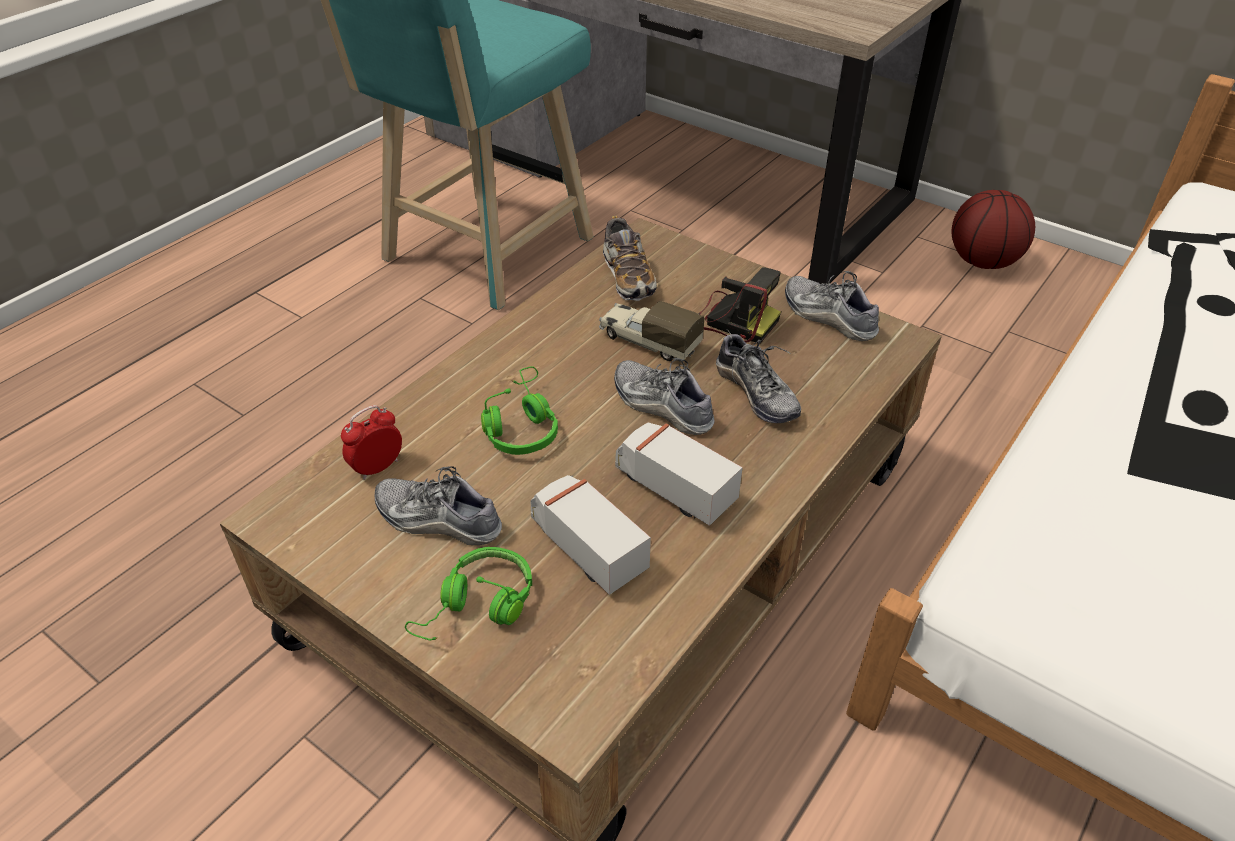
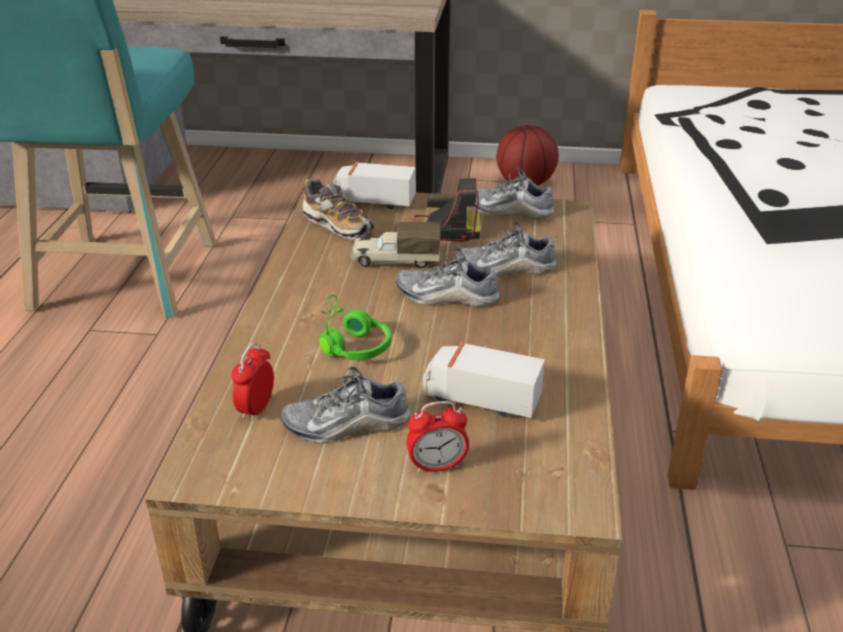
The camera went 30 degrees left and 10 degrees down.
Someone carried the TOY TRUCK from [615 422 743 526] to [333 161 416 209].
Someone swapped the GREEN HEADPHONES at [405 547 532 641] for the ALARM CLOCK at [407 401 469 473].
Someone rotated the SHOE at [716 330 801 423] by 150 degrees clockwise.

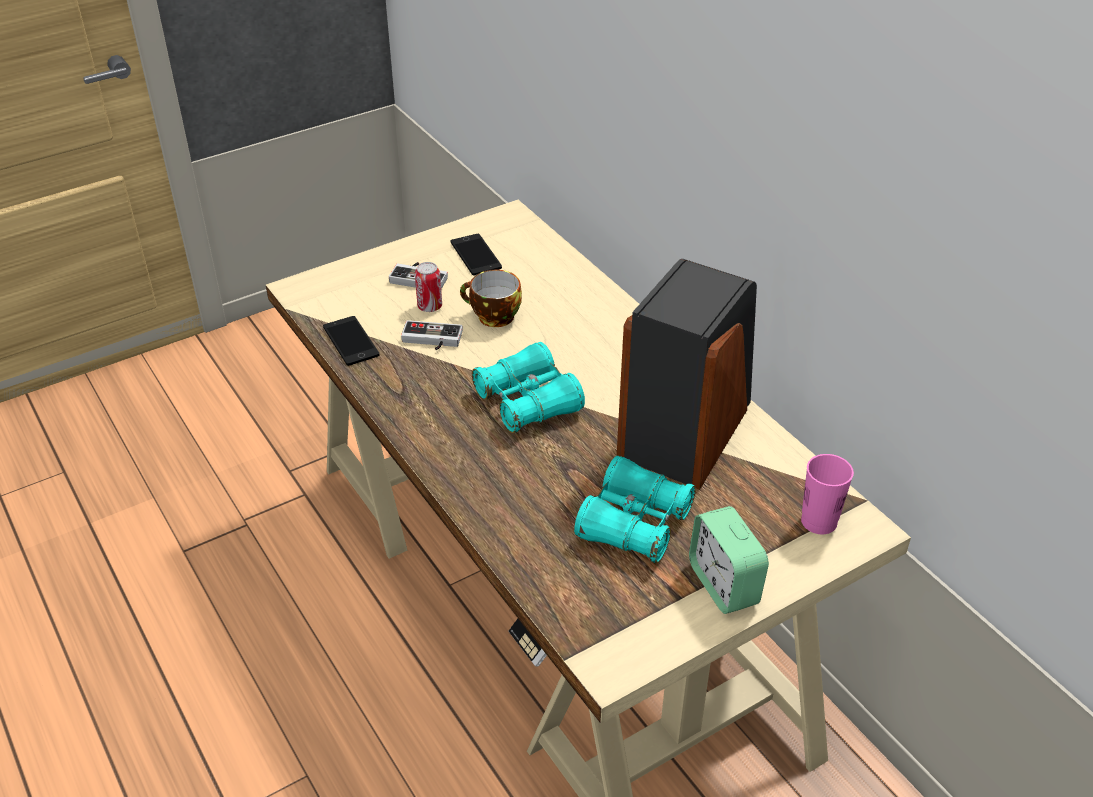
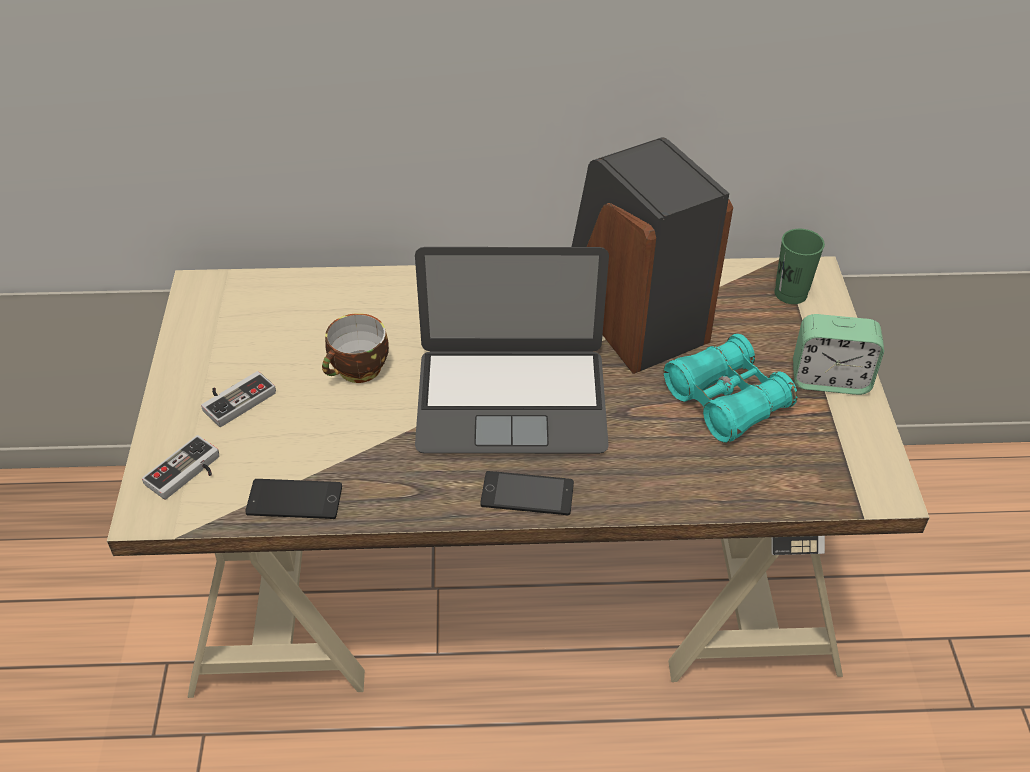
The camera went 60 degrees left and 5 degrees up.
Someone took away the CAN at [415 262 442 312].
Someone carried the GAME CONTROLLER from [401 320 463 350] to [142 435 219 500].
Someone carried the PHONE from [450 234 502 276] to [481 471 574 515].
Someone swapped the TURQUOISE BINOCULARS at [472 342 585 433] for the LAPTOP at [415 247 609 454].
Someone repainted the PINK CUP at [801 454 854 534], which became the GREEN CUP at [774 229 825 304].

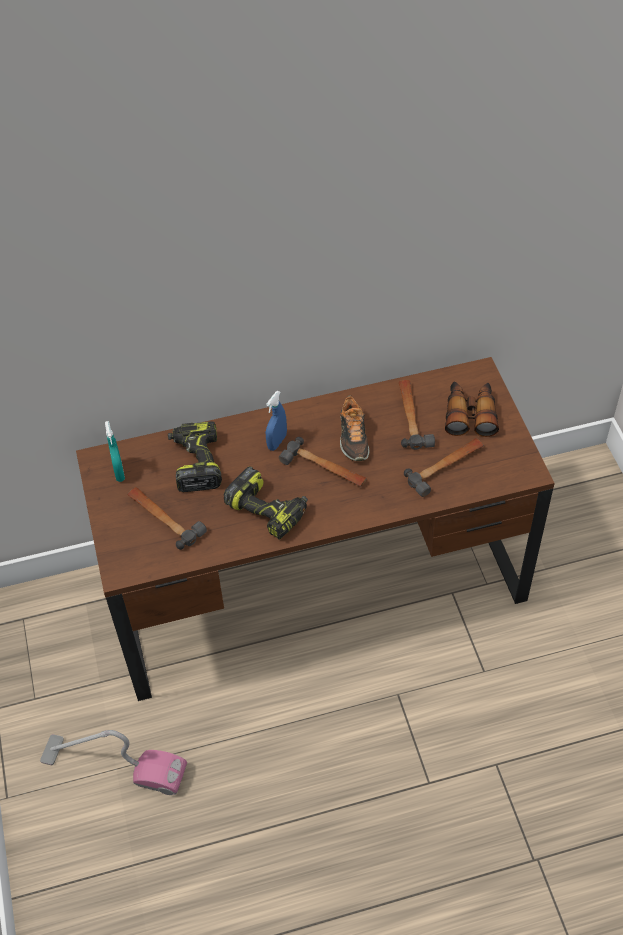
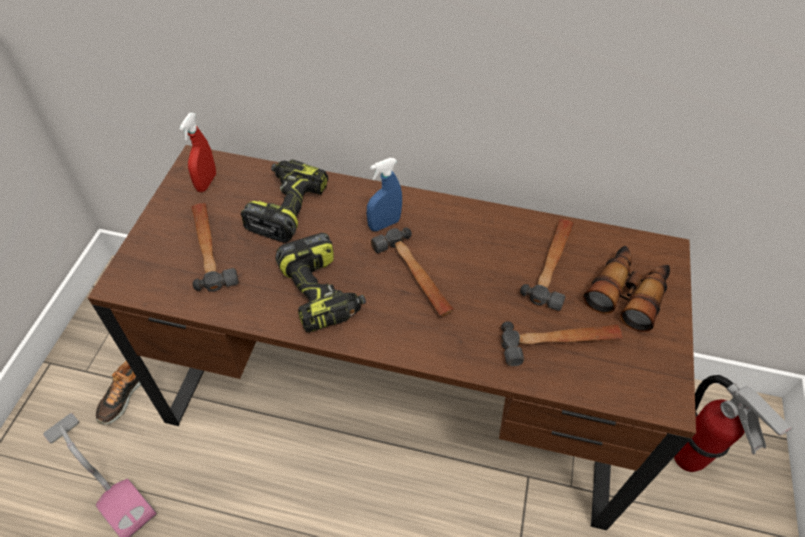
The camera went 25 degrees right and 0 degrees up.
Someone put down the FIRE EXTINGUISHER at [674 375 793 472].
Someone carried the SHOE from [340 395 369 461] to [96 361 149 424].
Someone repainted the TURQUOISE SPRAY BOTTLE at [105 421 125 482], which became the RED SPRAY BOTTLE at [179 113 216 192].

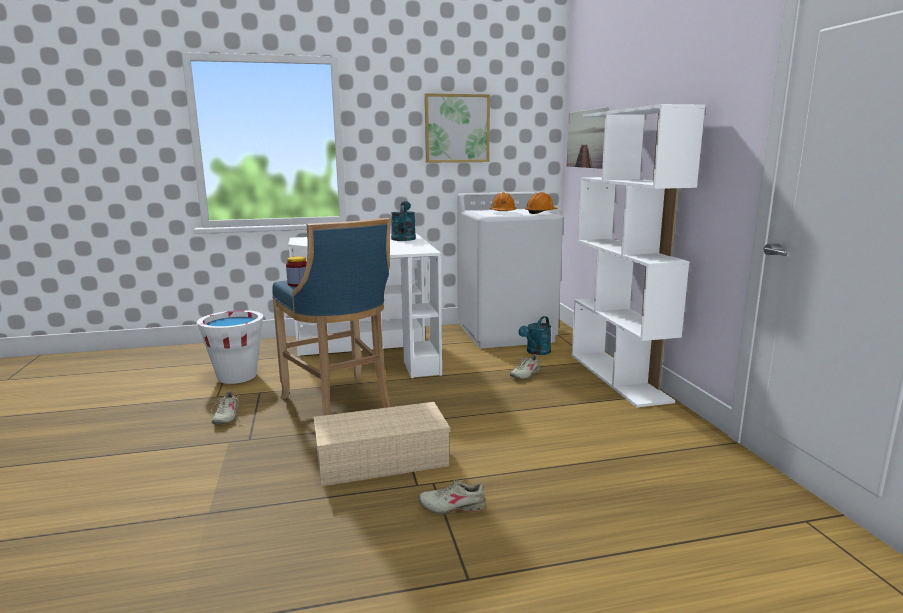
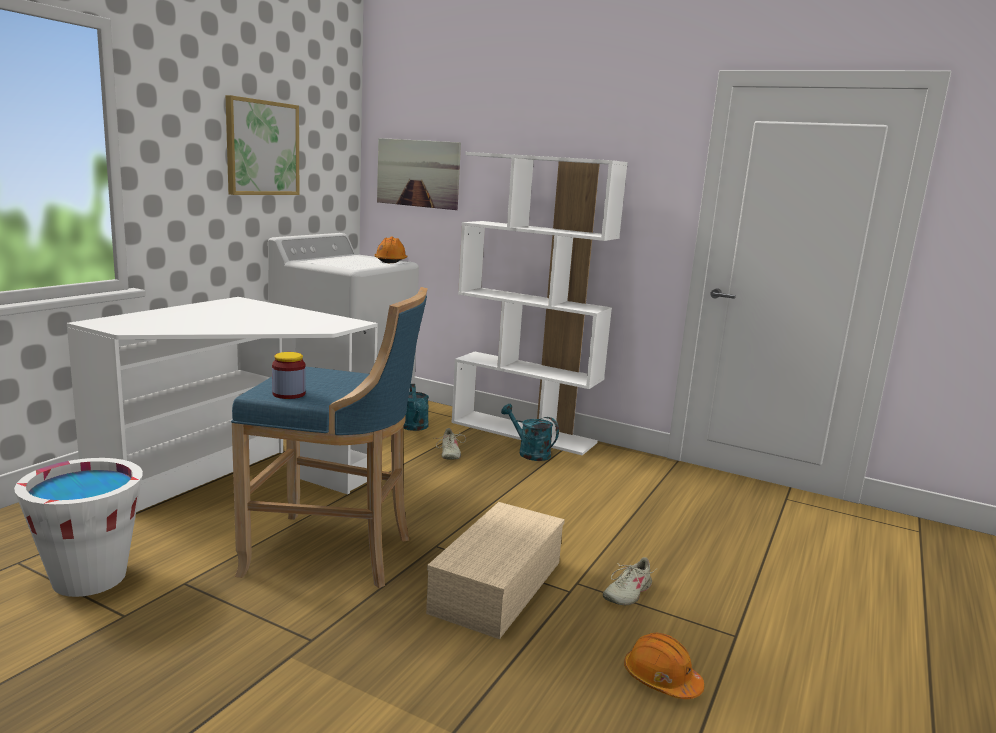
The camera went 50 degrees left and 0 degrees up.
Someone took away the BEIGE SHOE at [211 390 240 425].
Someone carried the TURQUOISE WATERING CAN from [391 201 416 241] to [501 404 559 461].
Someone carried the ORANGE HARD HAT from [490 192 516 211] to [624 633 704 699].

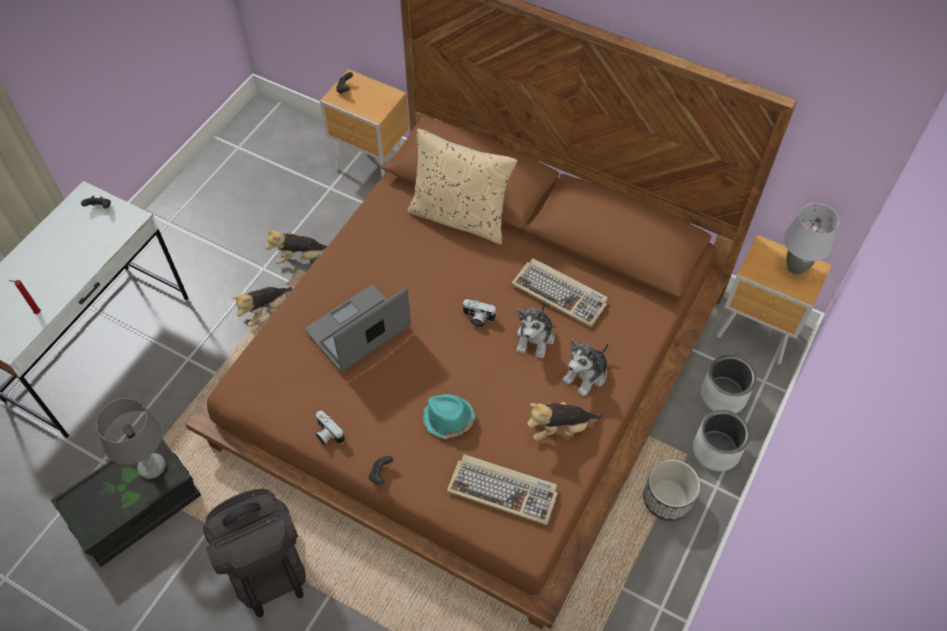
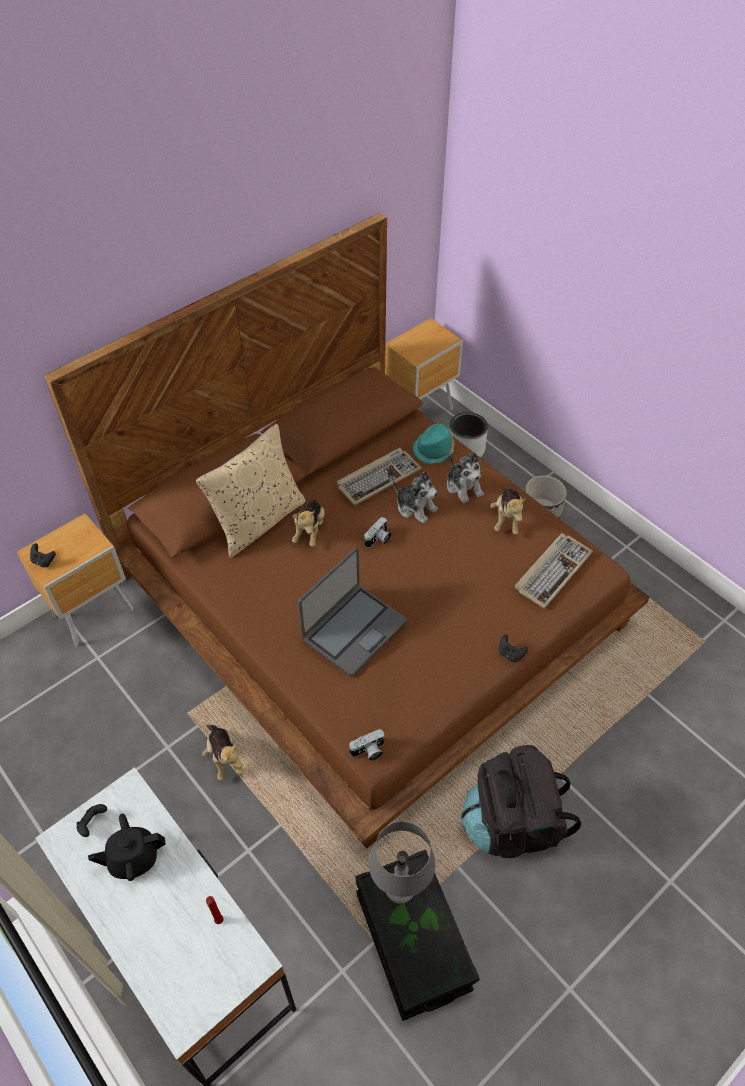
The camera went 70 degrees left and 5 degrees down.
Someone took away the GREY PLANTER at [693 410 750 471].
Someone took away the GREY TABLE LAMP at [784 203 839 275].
Someone put down the BLACK TEAPOT at [88 814 166 881].
Someone carried the PLUSH TOY from [265 230 327 264] to [292 500 325 547].
Someone carried the PHOTO CAMERA from [315 411 345 445] to [348 729 385 761].
Someone carried the TURQUOISE HAT from [423 394 475 439] to [413 424 455 464].
Someone rotated the LAPTOP at [305 285 411 372] by 120 degrees counterclockwise.

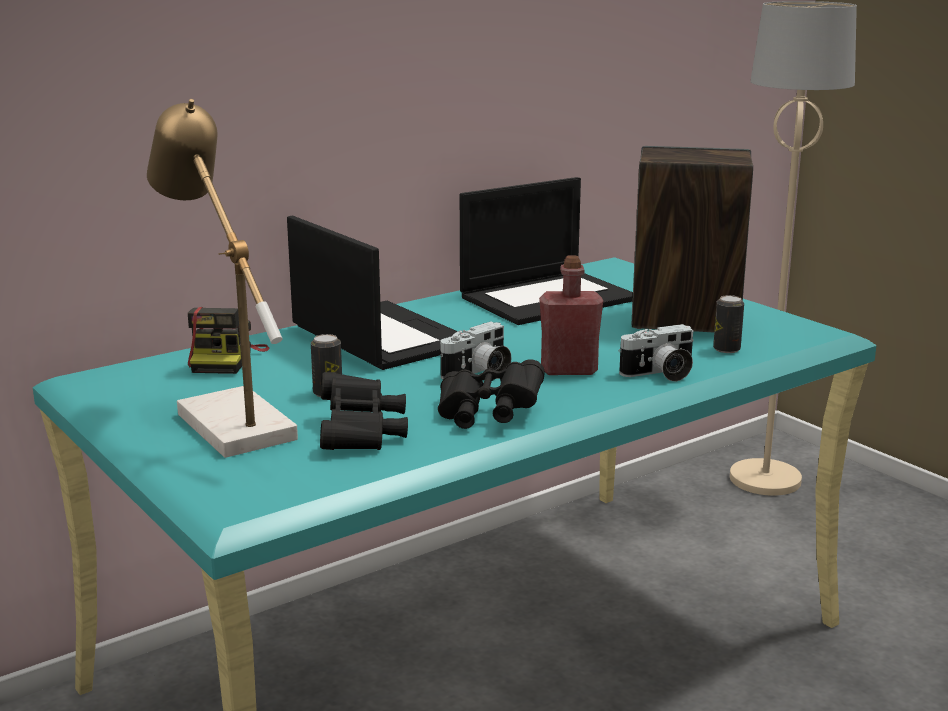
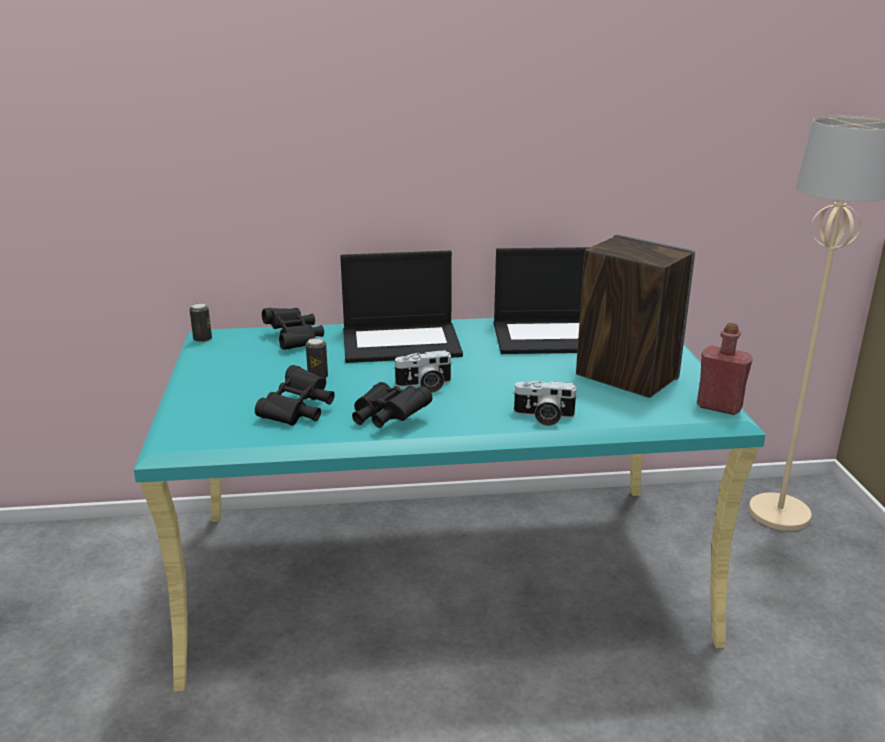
The camera went 30 degrees right and 5 degrees up.
Someone took away the TABLE LAMP at [147 99 298 458].
Someone carried the RED BOTTLE from [539 255 603 375] to [697 323 753 415].
Someone carried the CAN from [713 295 744 353] to [189 303 212 342].
Someone swapped the PHOTO CAMERA at [188 307 269 374] for the BLACK BINOCULARS at [262 308 324 350].
Someone rotated the LAPTOP at [287 216 458 370] by 90 degrees clockwise.

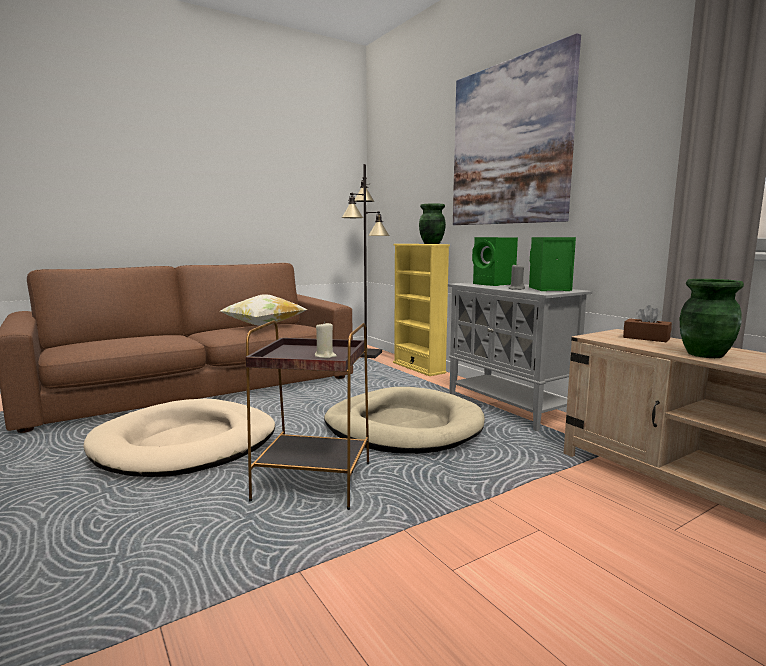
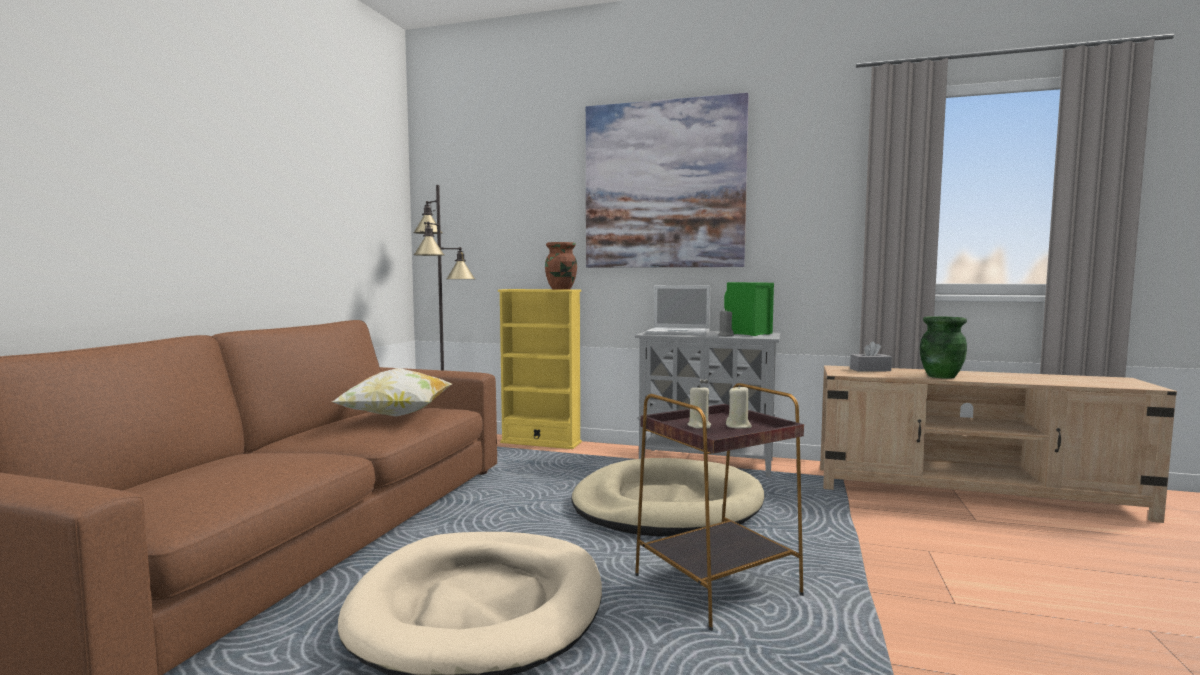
The camera went 40 degrees left and 5 degrees down.
Someone put down the BEIGE CANDLE at [687 386 711 429].
Someone swapped the GREEN SPEAKER at [472 237 518 286] for the LAPTOP at [646 285 710 335].
Someone repainted the GREEN VASE at [419 204 446 244], which became the BROWN VASE at [545 242 577 290].
Someone repainted the BROWN TISSUE BOX at [623 305 672 342], which became the GREY TISSUE BOX at [850 341 892 372].

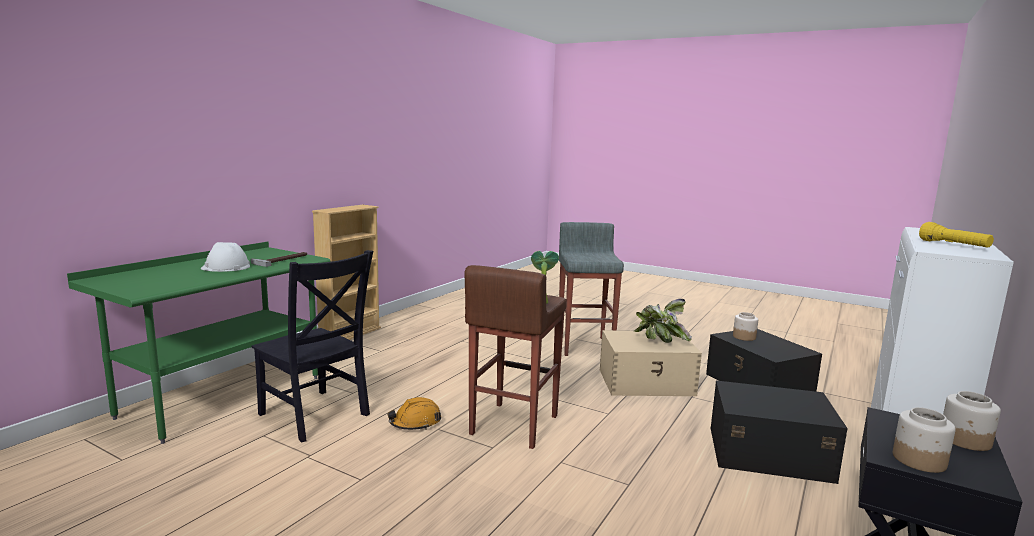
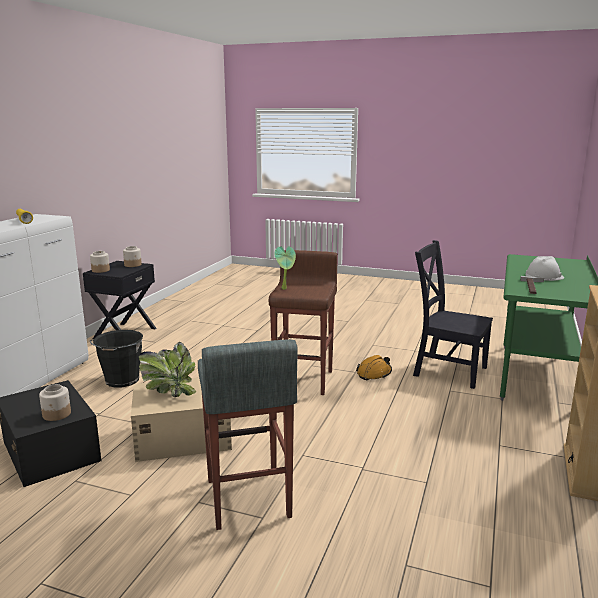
The camera went 170 degrees right and 5 degrees up.
Someone swapped the BLACK STORAGE BOX at [711 381 848 484] for the BLACK BUCKET at [90 330 143 388].

